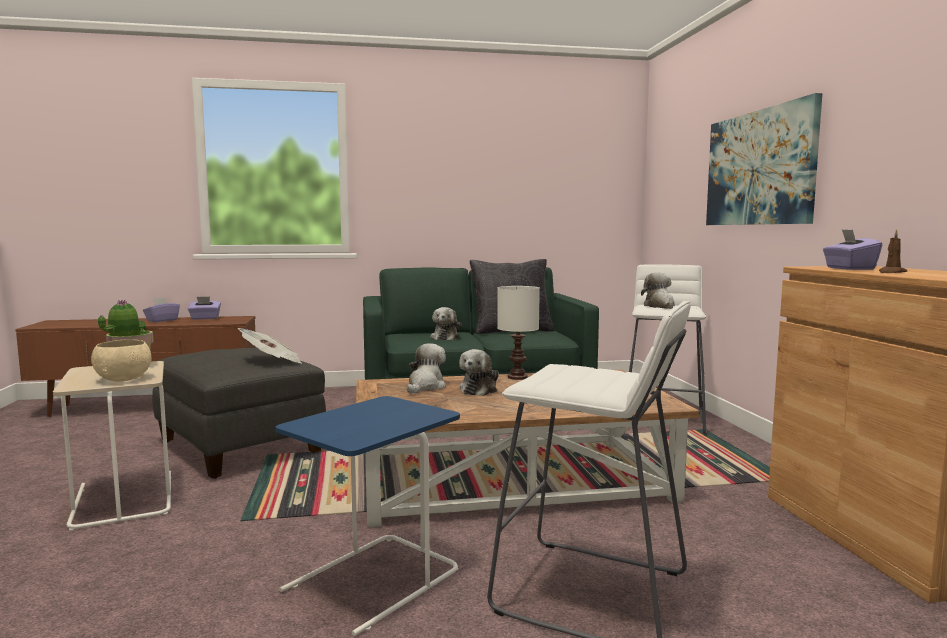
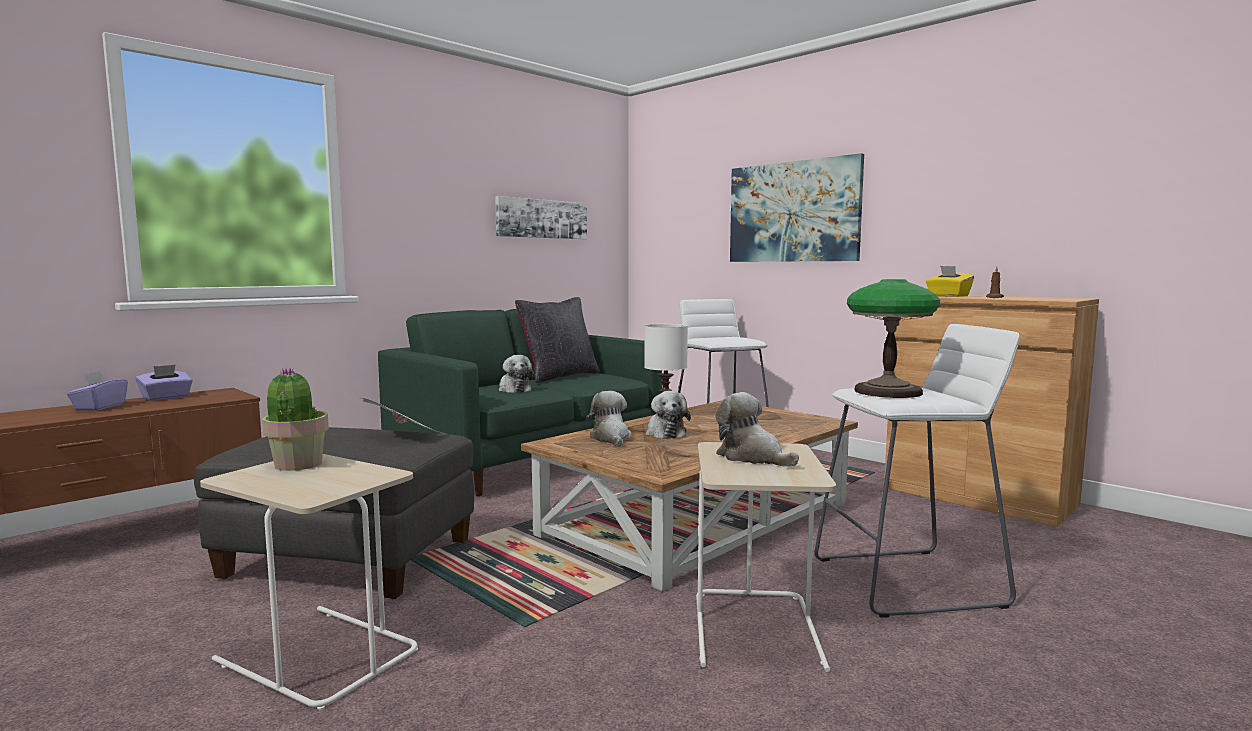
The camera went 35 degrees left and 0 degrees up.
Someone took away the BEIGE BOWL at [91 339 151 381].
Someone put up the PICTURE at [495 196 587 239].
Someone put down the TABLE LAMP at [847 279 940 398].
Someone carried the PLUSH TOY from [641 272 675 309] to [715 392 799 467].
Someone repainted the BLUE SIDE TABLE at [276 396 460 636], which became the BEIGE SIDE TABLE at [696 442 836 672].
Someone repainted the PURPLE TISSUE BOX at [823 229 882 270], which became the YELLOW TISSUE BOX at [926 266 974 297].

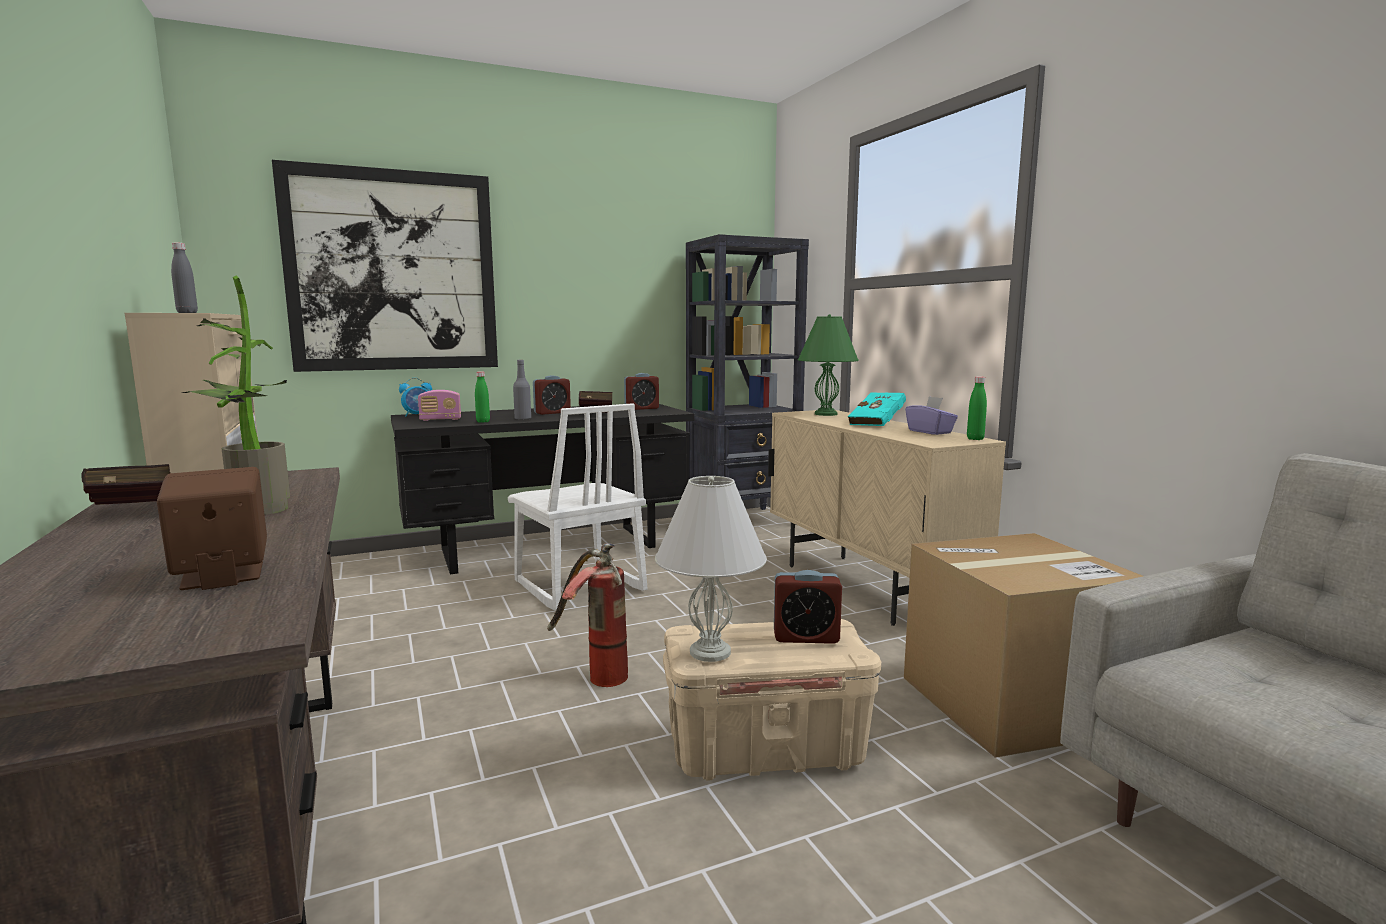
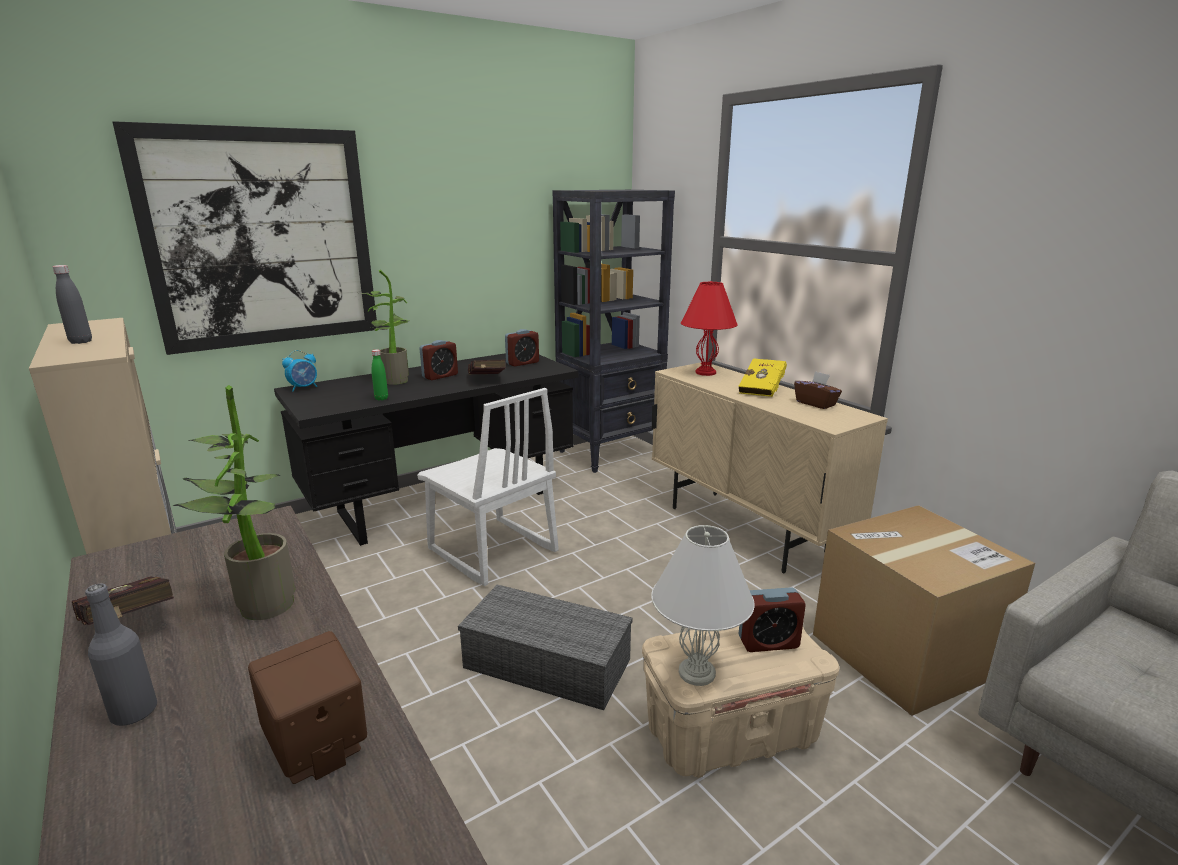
The camera went 10 degrees left and 10 degrees up.
Someone took away the RADIO at [418 390 461 421].
Someone took away the GREEN BOTTLE at [967 376 987 440].
Someone put down the POTTED PLANT at [360 270 409 385].
Someone carried the GREY BOTTLE from [513 360 531 420] to [85 584 157 726].
Someone swapped the FIRE EXTINGUISHER at [547 543 628 687] for the GREY STORAGE BOX at [458 585 633 710].
Someone repainted the GREEN TABLE LAMP at [798 314 859 416], which became the RED TABLE LAMP at [681 281 738 376].
Someone repainted the TURQUOISE BOOK at [848 392 906 426], which became the YELLOW BOOK at [738 358 787 397].
Someone repainted the PURPLE TISSUE BOX at [905 396 958 435], which became the BROWN TISSUE BOX at [794 371 842 409].

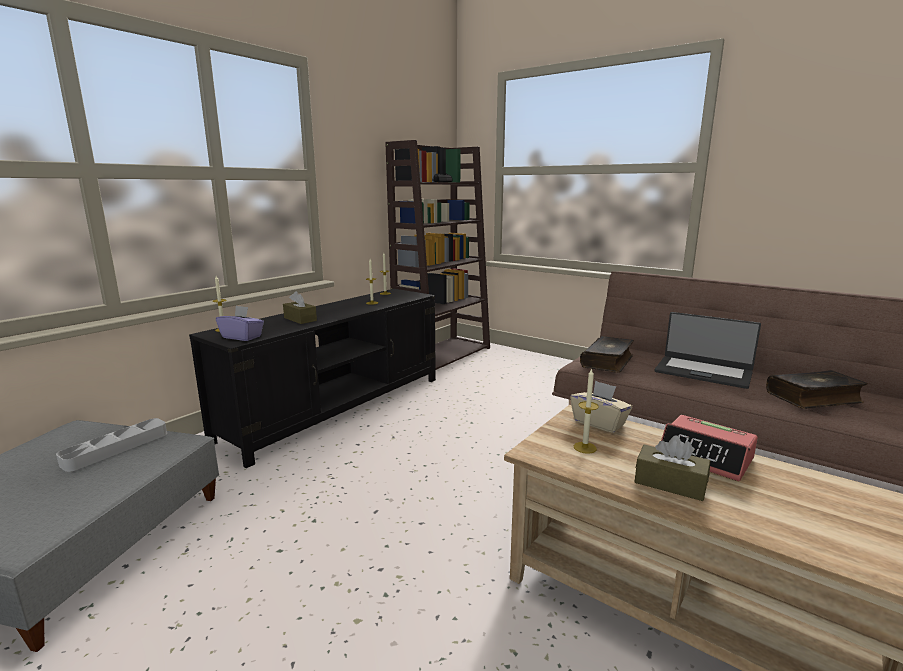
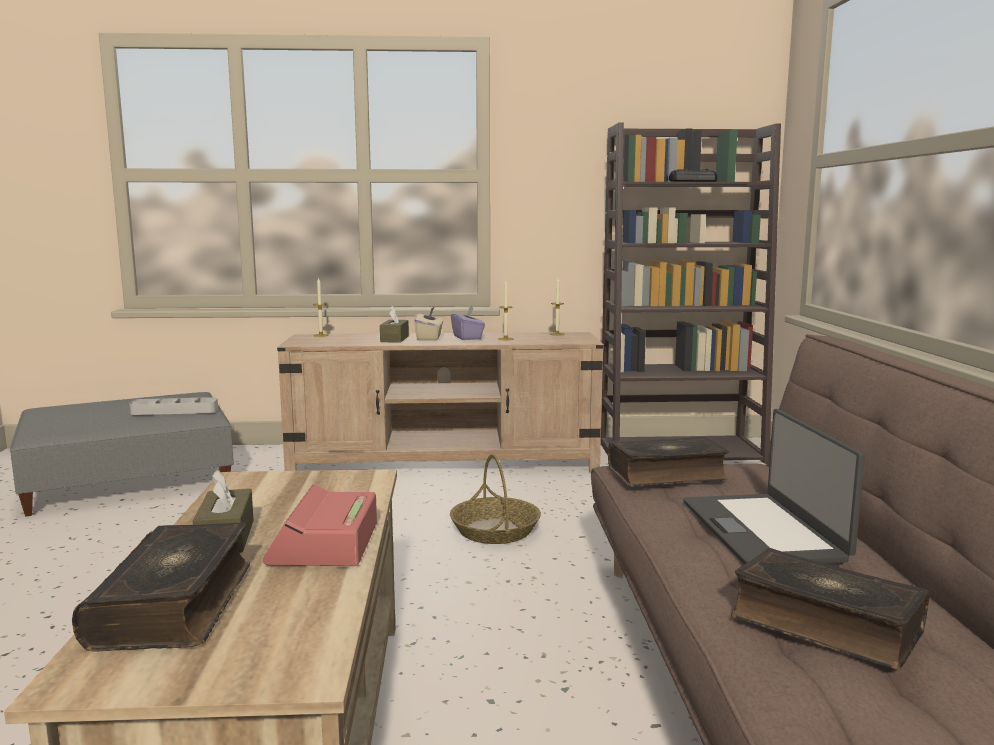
The camera went 50 degrees right and 5 degrees down.
Someone took away the CANDLE at [574 368 599 454].
Someone put down the BOOK at [72 523 250 652].
Someone put down the BASKET at [450 454 541 544].
Someone carried the PURPLE TISSUE BOX from [216 306 264 341] to [451 306 485 340].
Someone carried the BEIGE TISSUE BOX from [570 380 632 433] to [414 306 443 341].
Someone repainted the BLACK TV STAND at [189 289 436 468], which became the BEIGE TV STAND at [277 332 604 473].

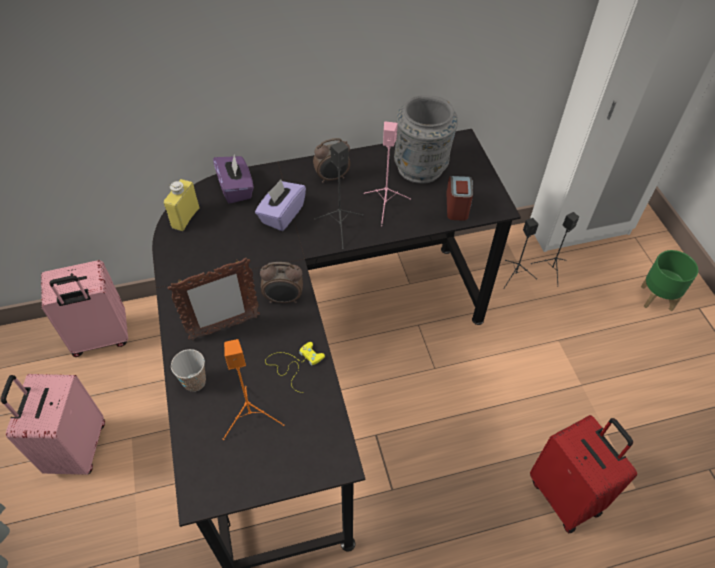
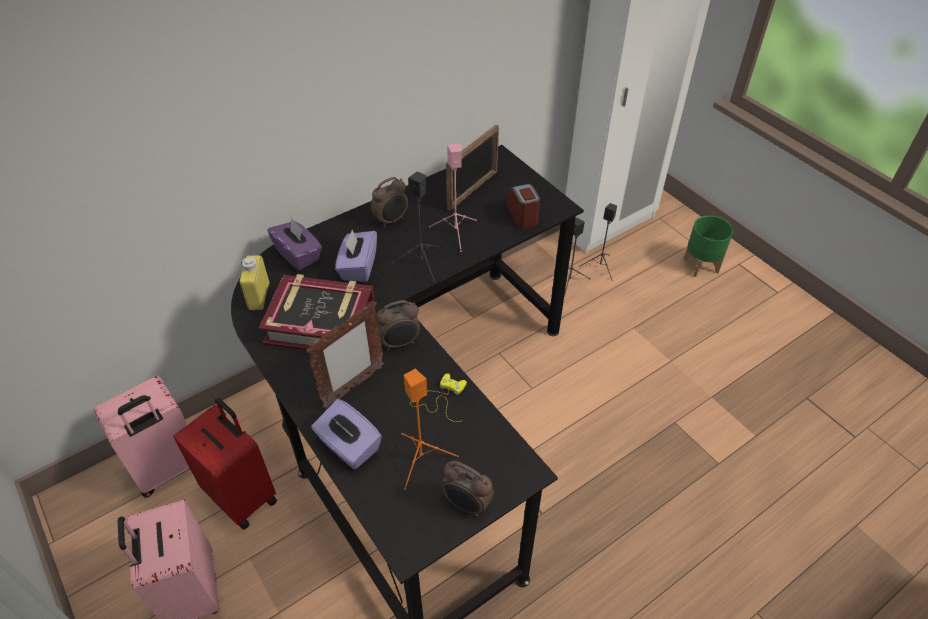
The camera went 20 degrees left and 5 degrees down.
Someone put down the BOOK at [259 274 374 350].
Someone put down the ALARM CLOCK at [441 461 494 516].
Someone carried the RED SUITCASE from [530 415 637 533] to [173 398 277 530].
Someone swapped the CUP at [171 349 206 392] for the PURPLE TISSUE BOX at [311 399 382 469].
Someone swapped the GREY VASE at [394 95 458 183] for the PICTURE FRAME at [446 125 499 211].

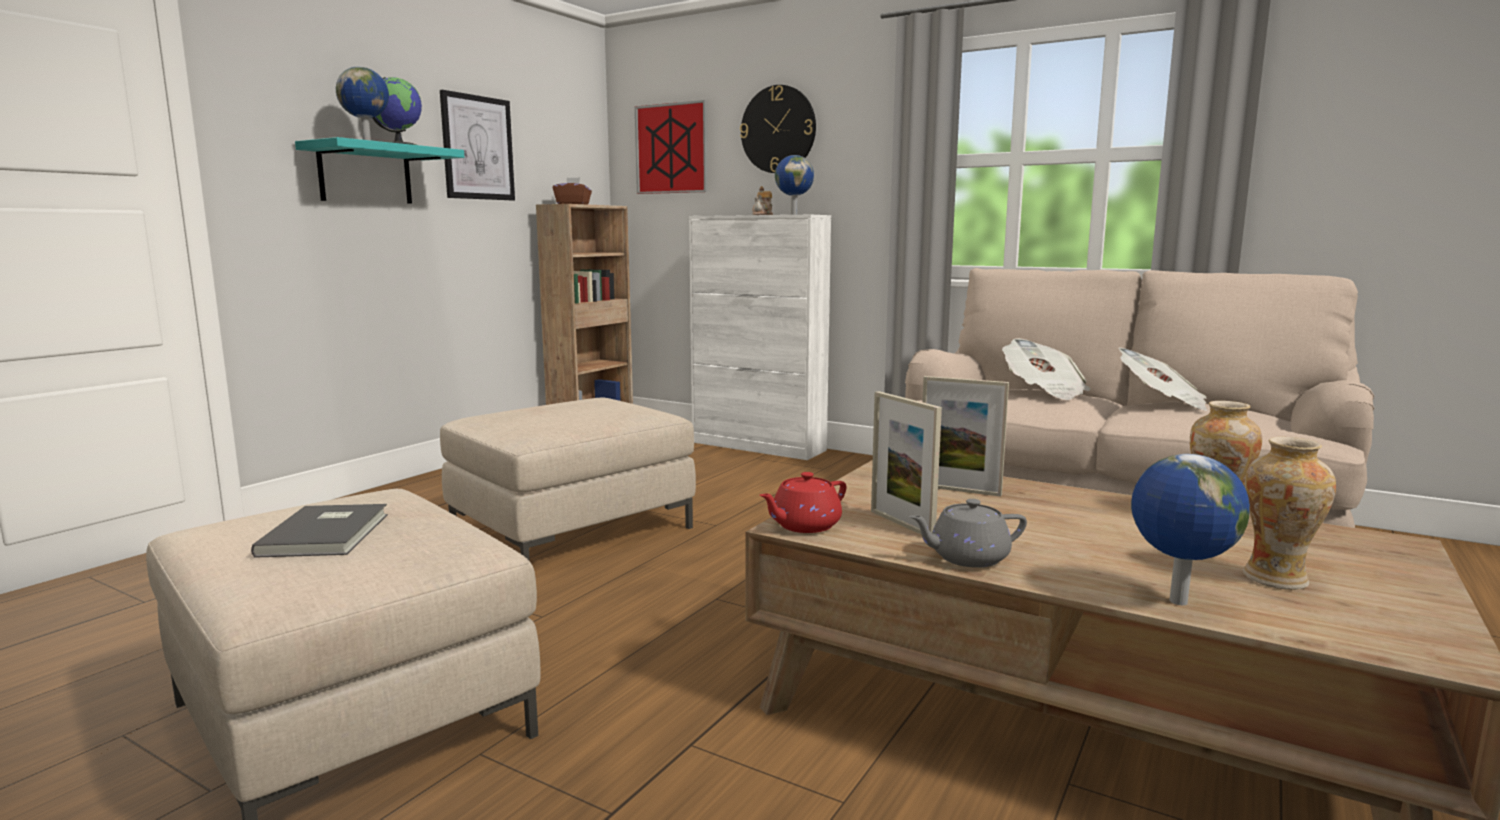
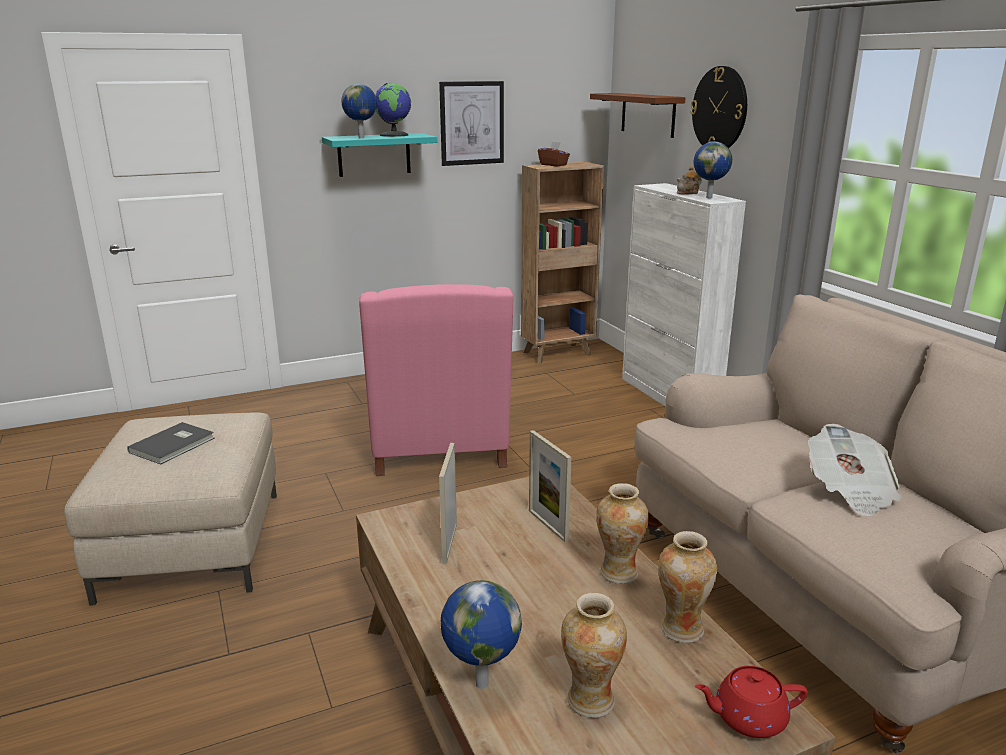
The camera went 35 degrees right and 10 degrees up.
Someone took away the GREY TEAPOT at [909 499 1027 568].
Someone took away the NEWSPAPER at [1002 338 1091 400].
Someone put down the VASE at [596 483 649 584].
Someone carried the RED TEAPOT from [759 472 846 533] to [695 666 808 738].
Someone swapped the BEIGE OTTOMAN at [440 398 696 561] for the PINK ARMCHAIR at [359 284 513 476].
Someone swapped the PICTURE at [635 100 708 194] for the BROWN SHELF at [590 93 686 138].

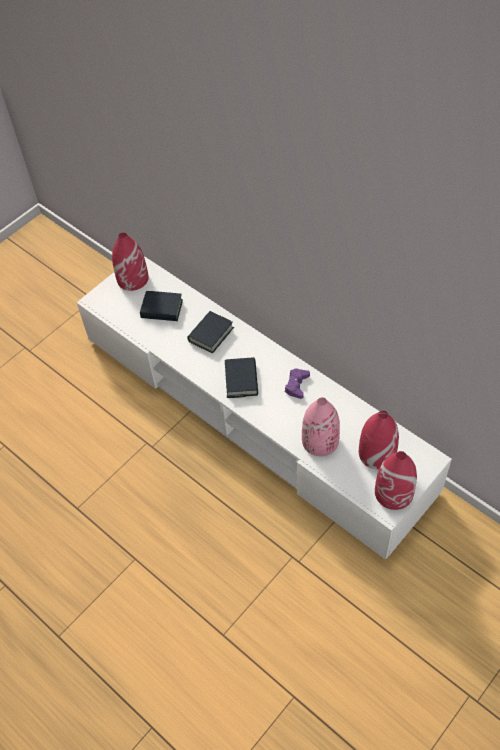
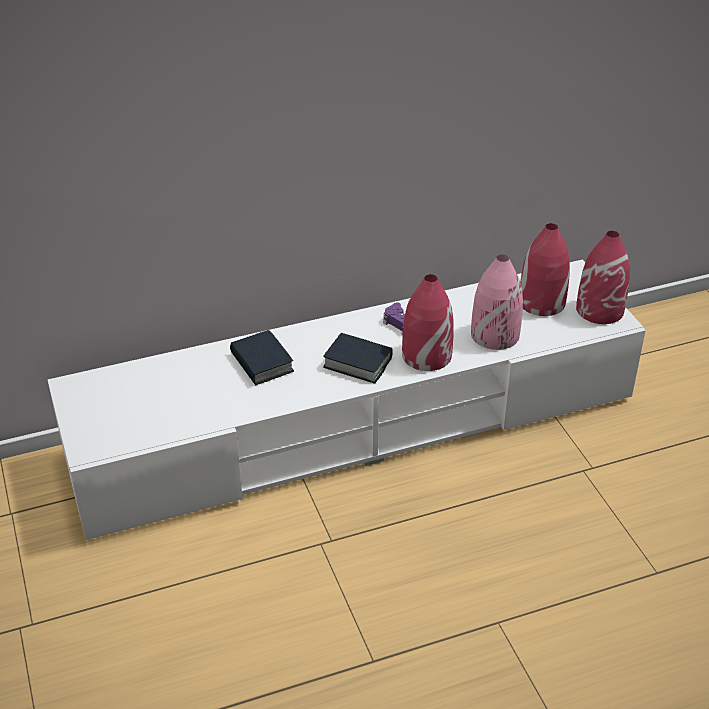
The camera went 65 degrees left and 15 degrees down.
Someone took away the BOOK at [140 291 183 321].
Someone carried the RED VASE from [112 233 149 291] to [402 274 454 371].

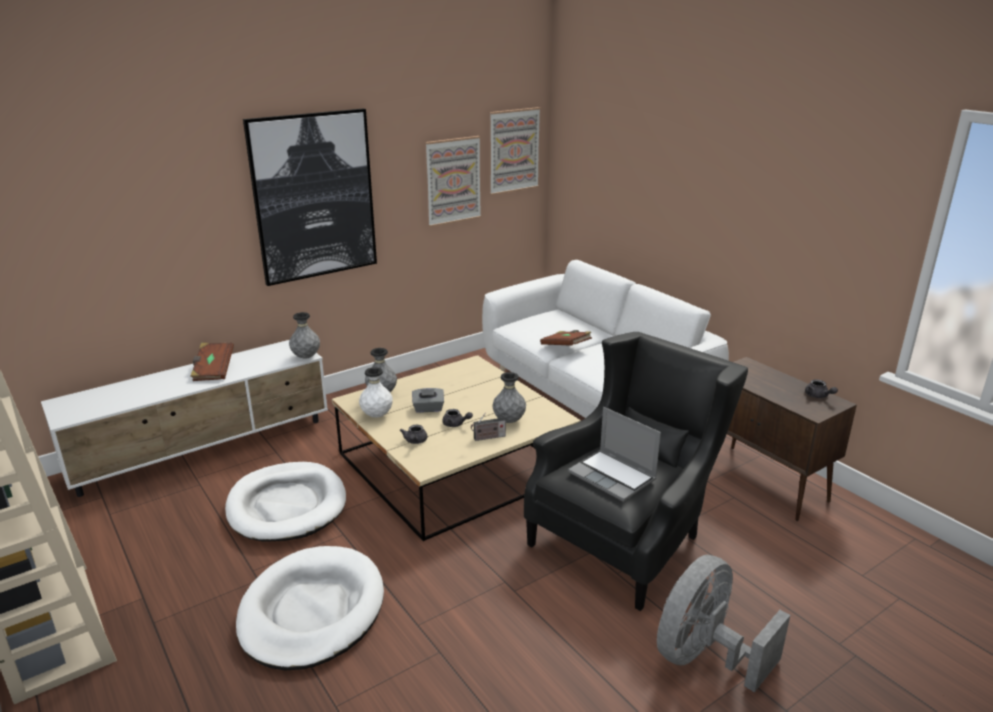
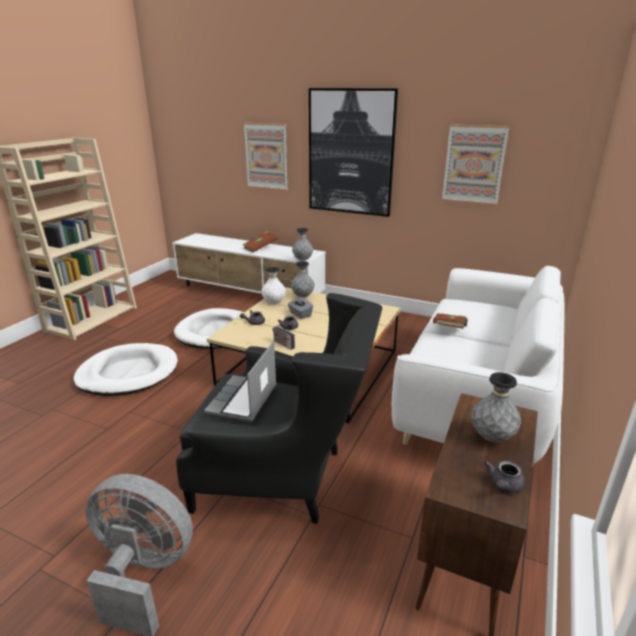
The camera went 60 degrees right and 0 degrees up.
Someone carried the PICTURE from [490 107 541 195] to [244 123 288 191].
Someone carried the GREY VASE from [492 372 526 423] to [471 372 521 442].

